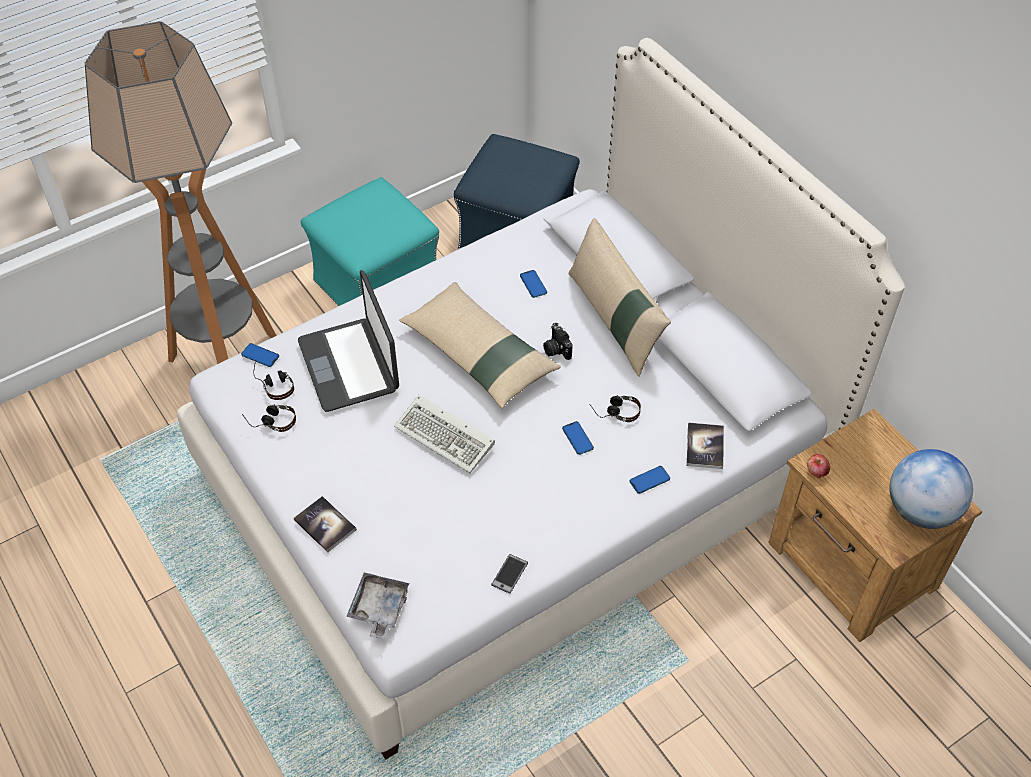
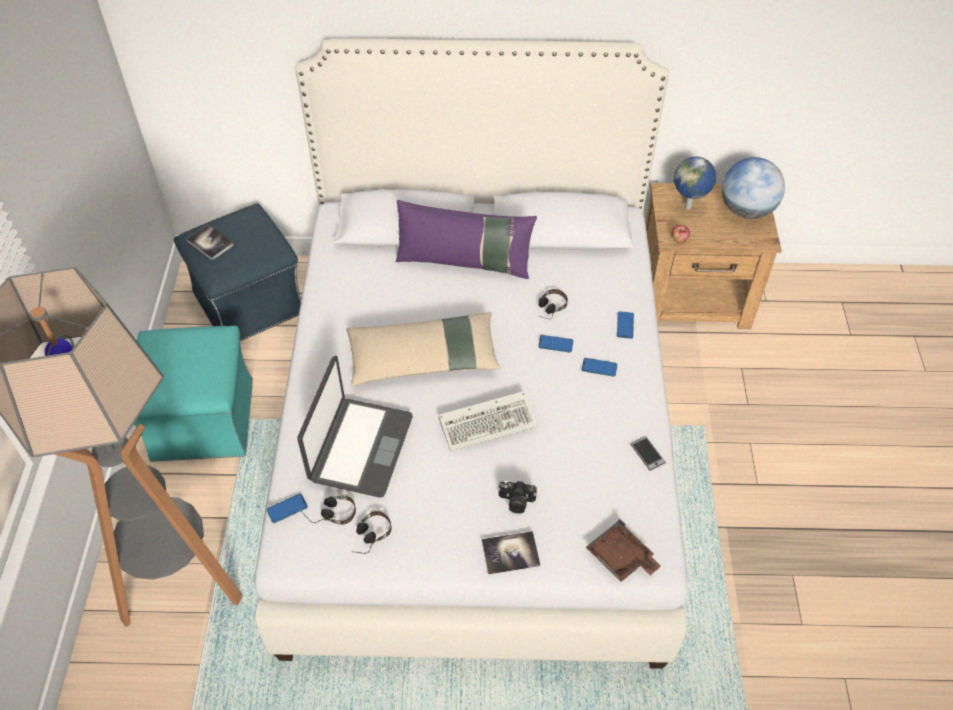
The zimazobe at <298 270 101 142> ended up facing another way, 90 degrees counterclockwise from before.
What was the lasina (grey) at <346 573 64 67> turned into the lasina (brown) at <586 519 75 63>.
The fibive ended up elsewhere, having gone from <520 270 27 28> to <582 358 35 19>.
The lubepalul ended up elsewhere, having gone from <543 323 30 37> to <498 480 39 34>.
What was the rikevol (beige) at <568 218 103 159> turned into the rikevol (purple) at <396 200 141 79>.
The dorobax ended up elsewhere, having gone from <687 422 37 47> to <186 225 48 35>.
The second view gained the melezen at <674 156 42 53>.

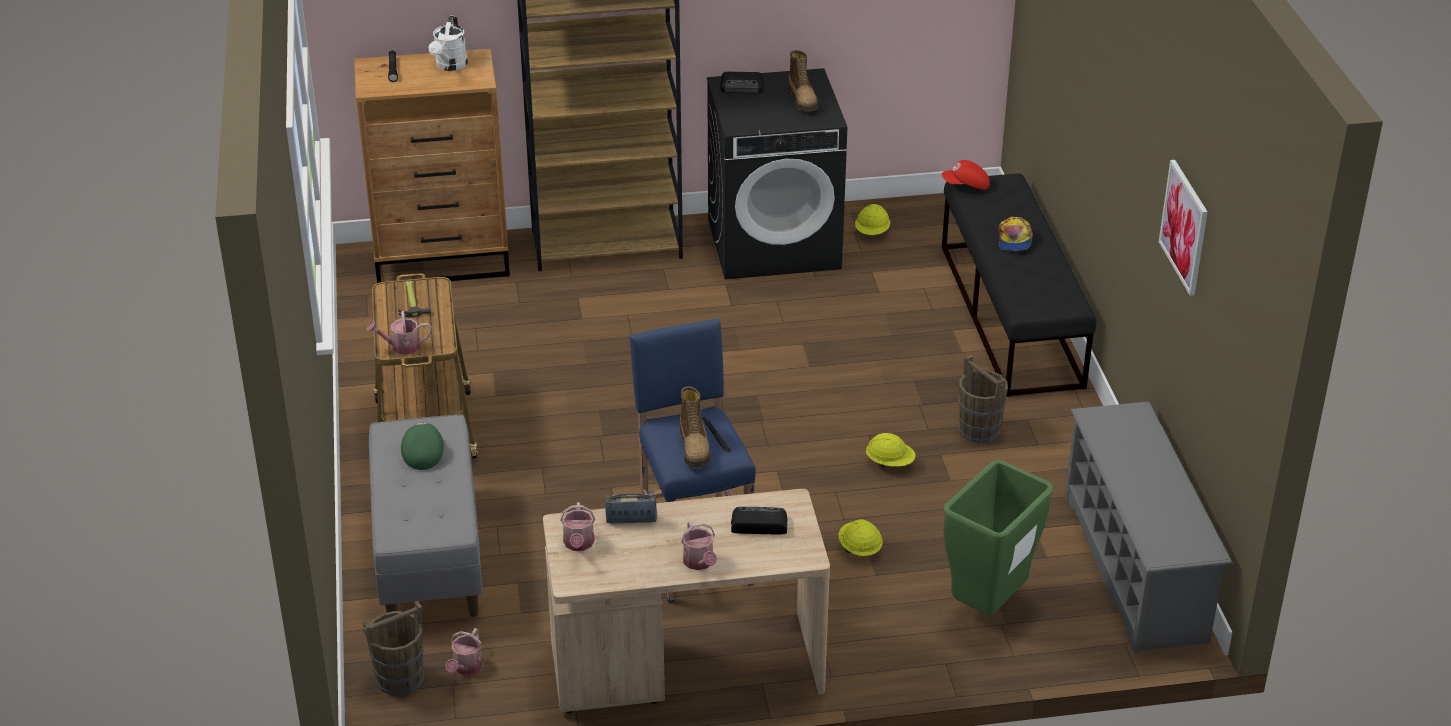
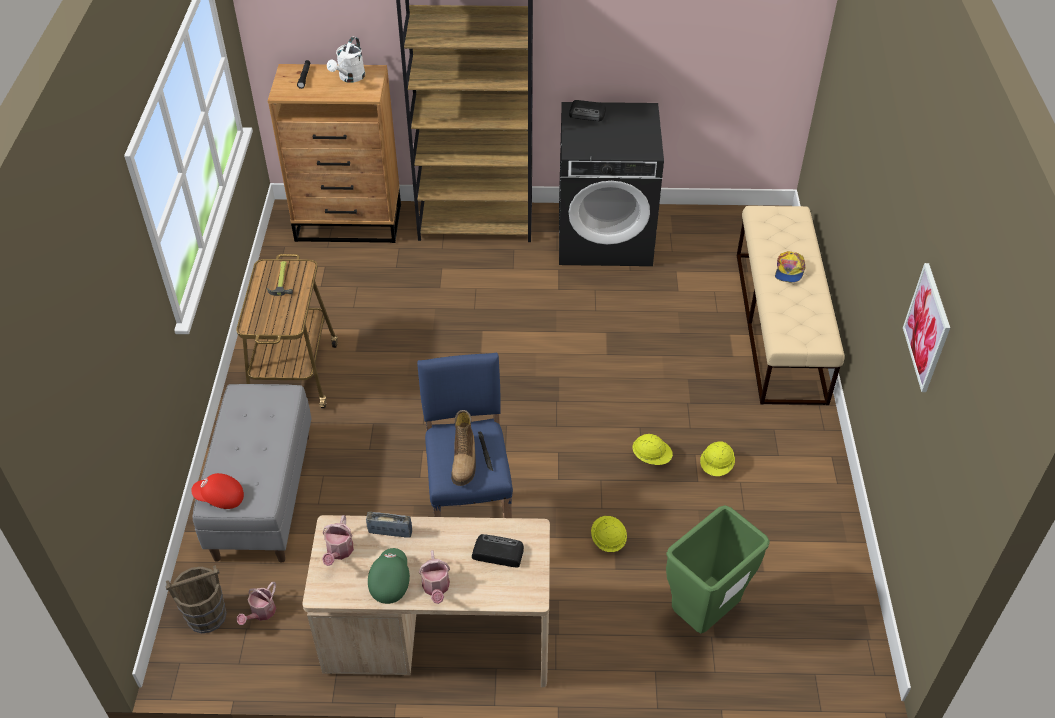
The second view lost the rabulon at <366 311 66 44>.
The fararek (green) ended up elsewhere, having gone from <401 423 43 47> to <368 548 42 56>.
The second view lost the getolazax at <788 50 30 61>.
The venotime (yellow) ended up elsewhere, having gone from <855 204 35 31> to <700 441 35 35>.
The fararek (red) ended up elsewhere, having gone from <942 160 47 29> to <191 473 53 36>.
What was the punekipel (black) at <942 174 155 223> turned into the punekipel (beige) at <737 206 108 199>.
The second view lost the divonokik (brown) at <959 355 49 88>.
The second view lost the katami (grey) at <1065 402 167 252>.

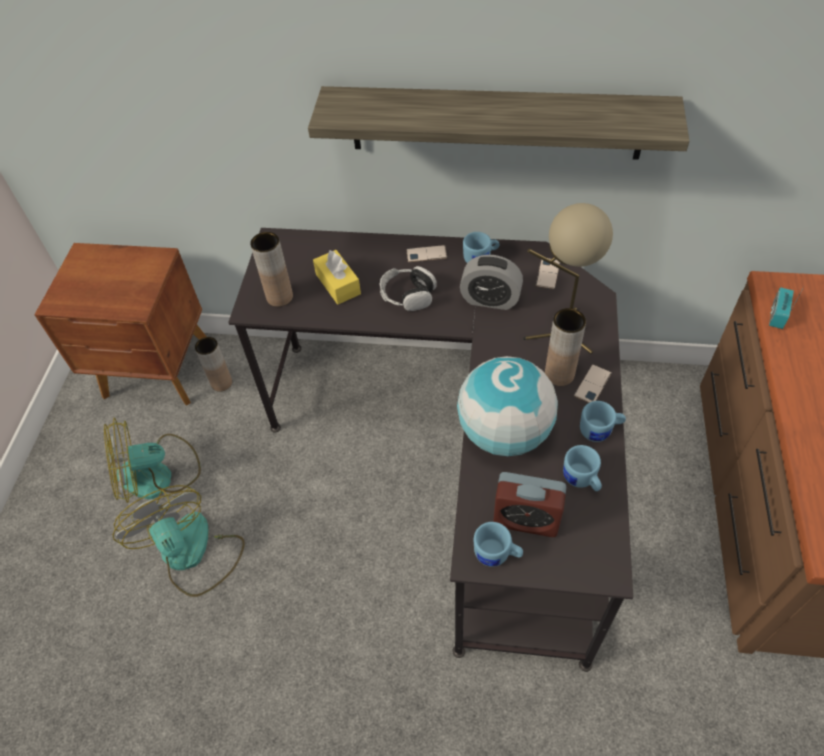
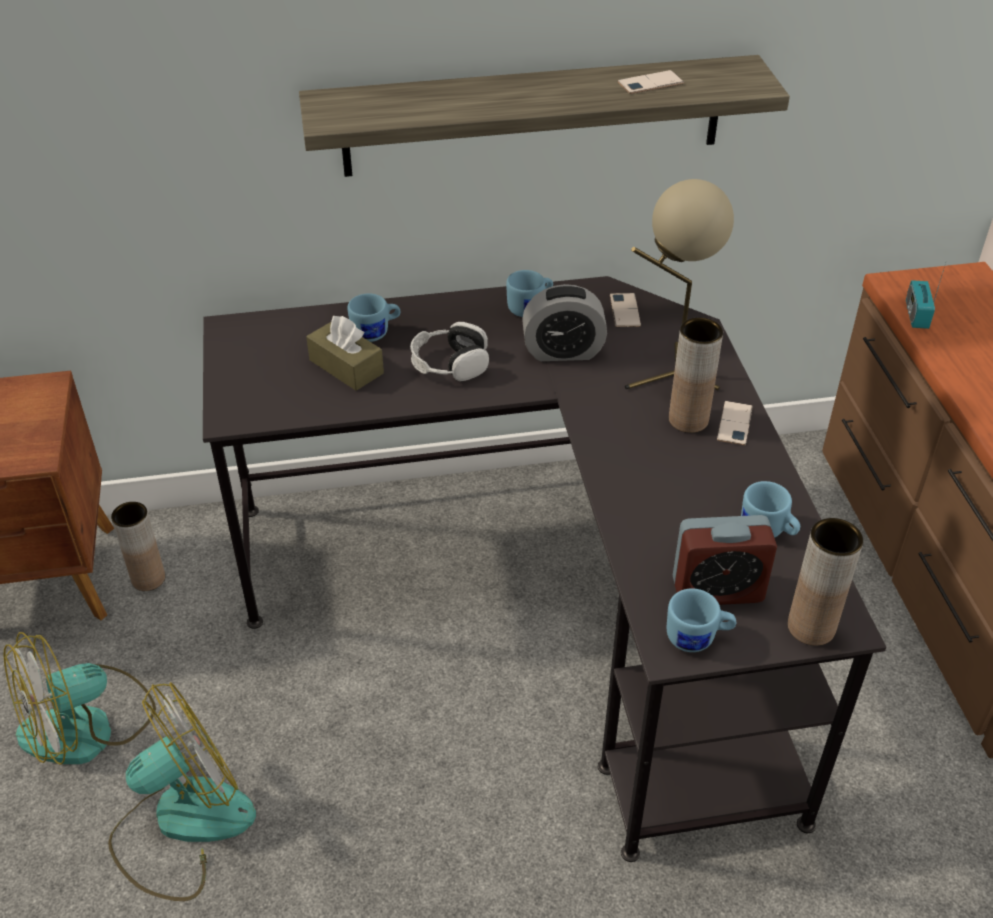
The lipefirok at <113 485 132 112> ended up facing another way, 105 degrees clockwise from before.
The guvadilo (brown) ended up elsewhere, having gone from <250 232 43 75> to <788 518 75 128>.
What was the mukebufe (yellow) at <313 249 48 55> turned into the mukebufe (brown) at <306 316 78 75>.
The fibive ended up elsewhere, having gone from <407 245 40 17> to <617 70 67 24>.
The second view lost the melezen at <457 356 101 100>.
The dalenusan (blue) ended up elsewhere, having gone from <580 401 46 41> to <348 293 52 49>.

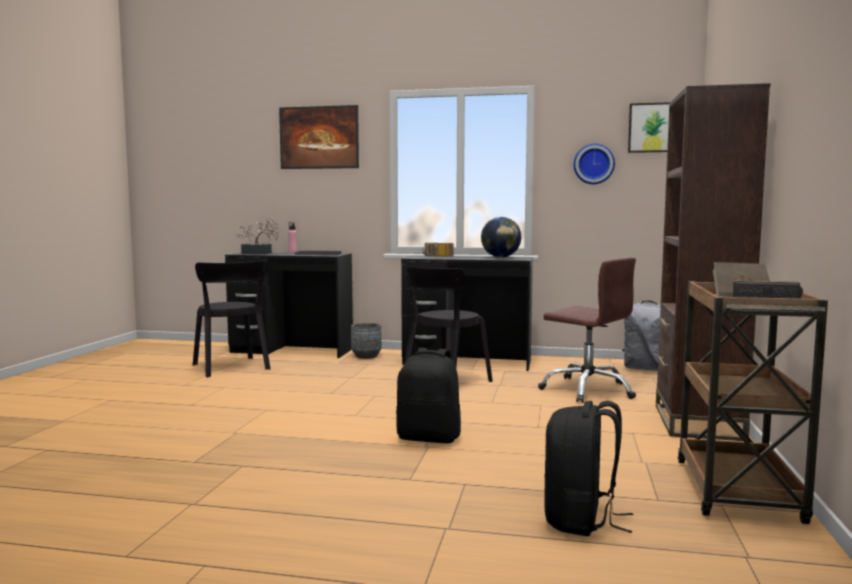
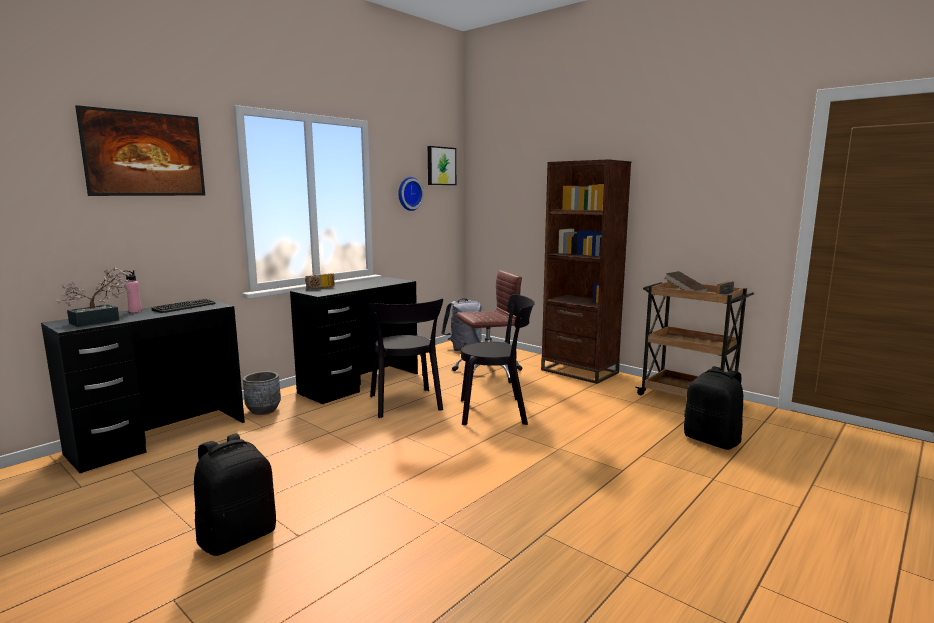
The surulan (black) ended up elsewhere, having gone from <193 260 77 118> to <461 294 74 131>.
The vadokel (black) ended up elsewhere, having gone from <396 348 65 96> to <194 433 82 123>.
The second view lost the melezen at <481 217 40 41>.

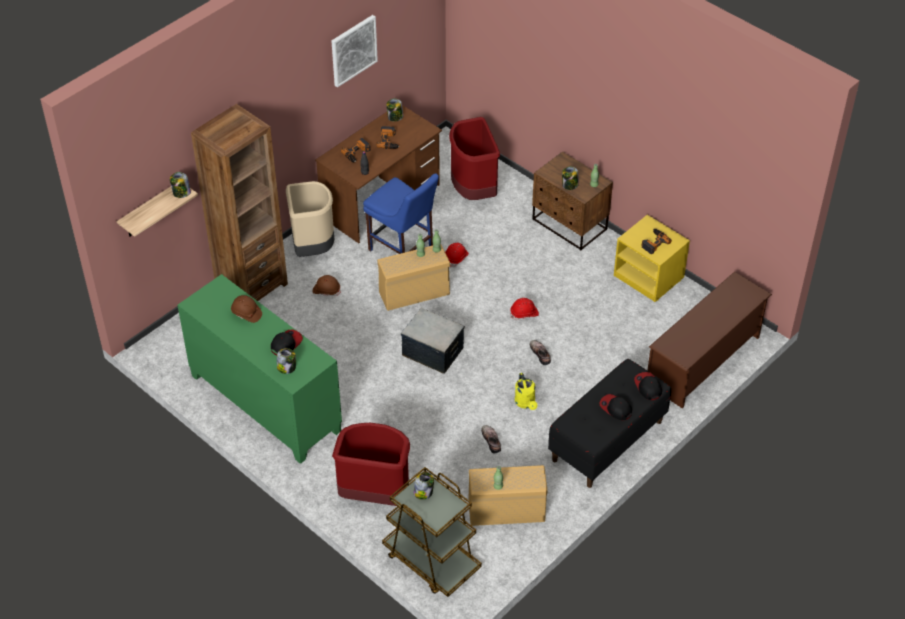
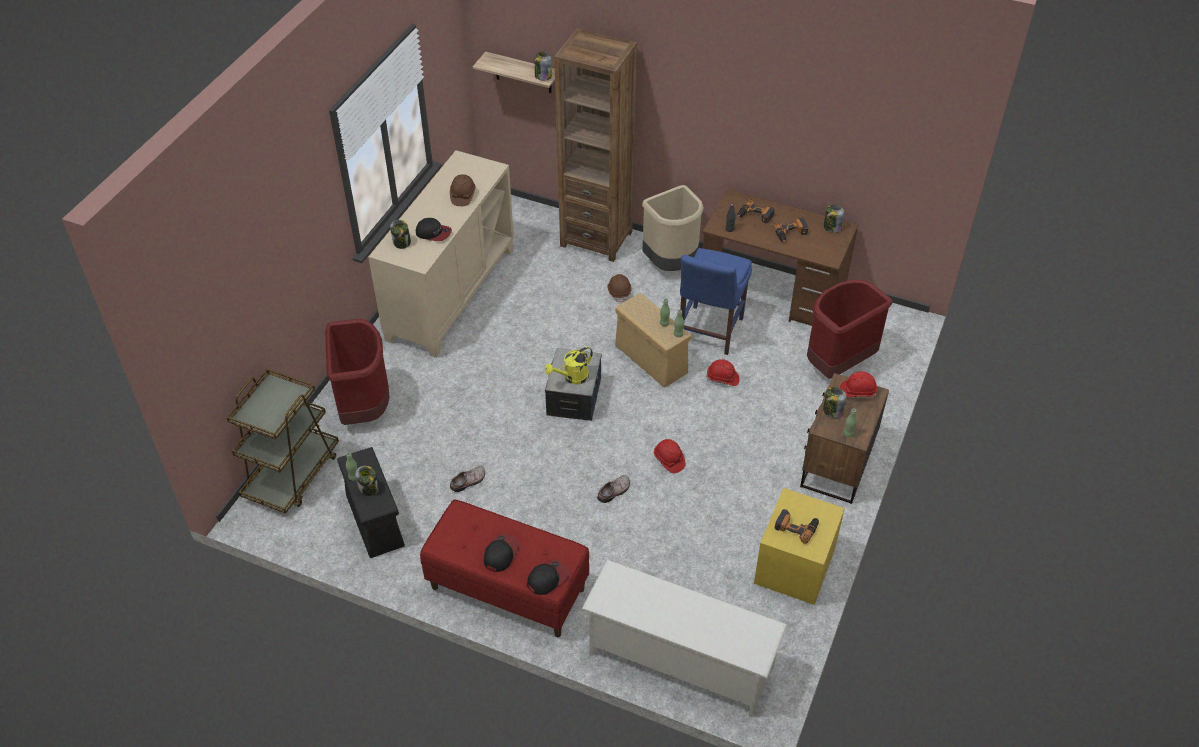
What was the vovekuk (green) at <177 274 165 190> turned into the vovekuk (beige) at <368 150 146 208>.
The second view lost the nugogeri at <332 15 46 72>.
The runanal ended up elsewhere, having gone from <414 472 20 28> to <355 466 24 30>.
What was the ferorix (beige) at <469 465 79 61> turned into the ferorix (black) at <337 447 68 111>.
The rabulon (yellow) ended up elsewhere, having gone from <515 373 22 37> to <545 347 48 38>.
What was the punekipel (black) at <548 359 123 129> turned into the punekipel (red) at <420 499 169 138>.
What was the katami (brown) at <647 271 125 138> turned into the katami (white) at <582 560 205 157>.
The second view gained the venotime (red) at <840 371 37 27>.

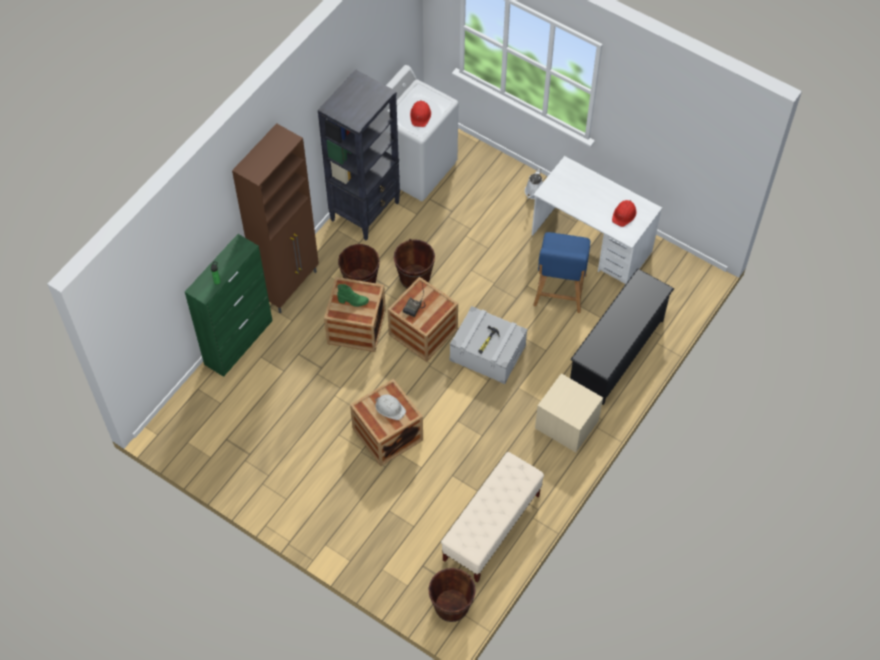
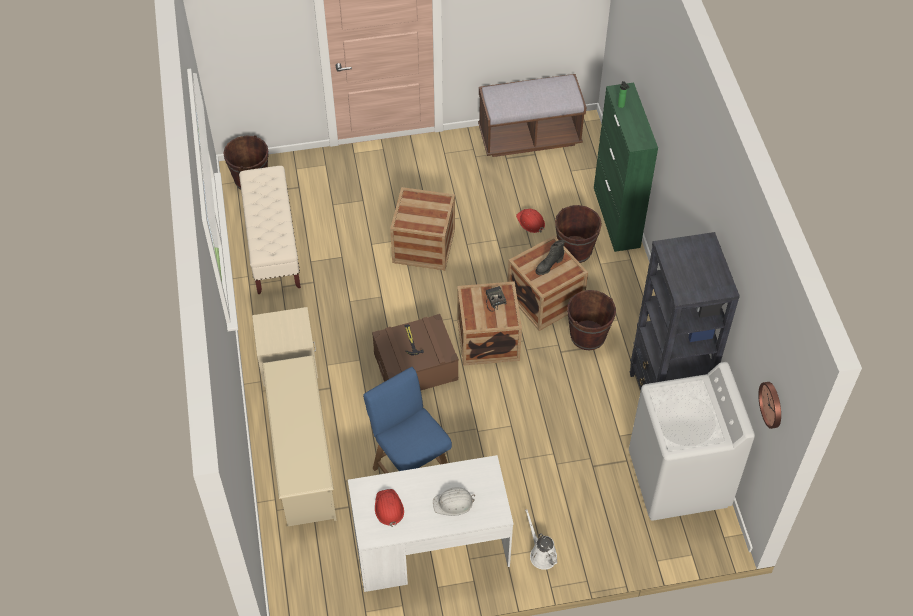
The second view lost the vovekuk (brown) at <232 123 87 191>.
What was the getolazax (green) at <337 284 32 23> turned into the getolazax (black) at <535 240 30 35>.
The venotime (white) ended up elsewhere, having gone from <375 395 31 25> to <433 487 42 29>.
The divonokik (brown) ended up elsewhere, having gone from <394 239 41 50> to <555 205 47 58>.
The venotime (red) ended up elsewhere, having gone from <410 100 21 27> to <516 209 29 24>.
What was the ferorix (grey) at <449 306 78 78> turned into the ferorix (brown) at <372 314 87 76>.
What was the katami (black) at <570 268 104 137> turned into the katami (beige) at <262 355 75 171>.
The second view gained the punekipel (brown) at <478 74 108 83>.
The second view gained the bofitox at <758 382 23 47>.

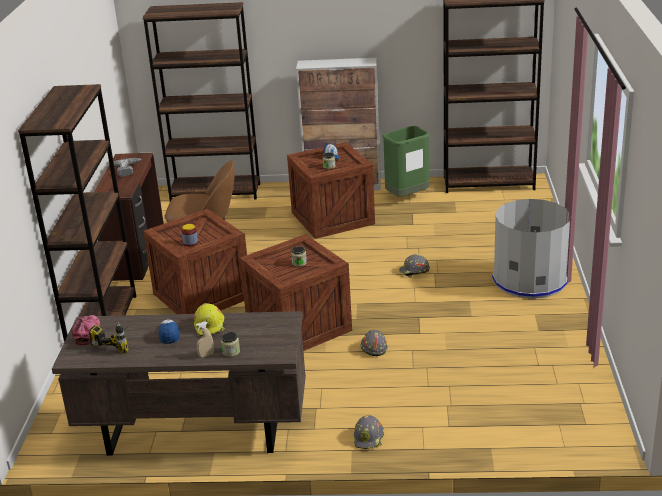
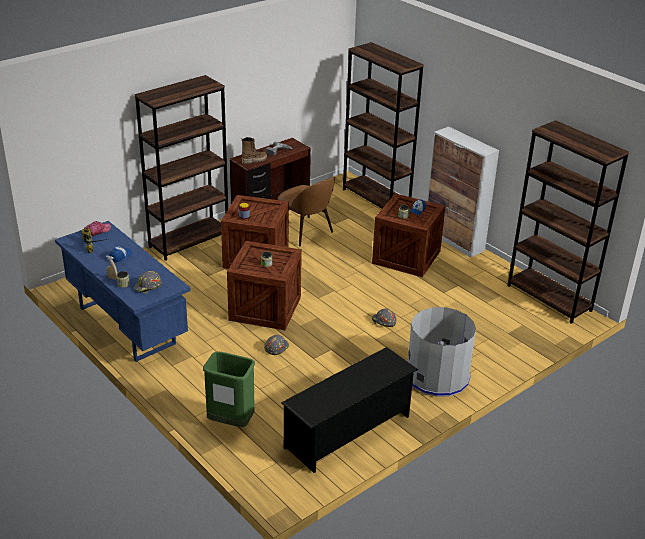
What was the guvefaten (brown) at <52 311 254 145> turned into the guvefaten (blue) at <55 221 136 141>.
The second view lost the venotime (yellow) at <194 303 31 33>.
The venotime (grey) ended up elsewhere, having gone from <354 415 30 34> to <134 271 28 23>.
The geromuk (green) ended up elsewhere, having gone from <382 126 48 71> to <203 352 52 75>.
The second view gained the getolazax at <242 137 25 27>.
The second view gained the katami (black) at <281 347 137 126>.

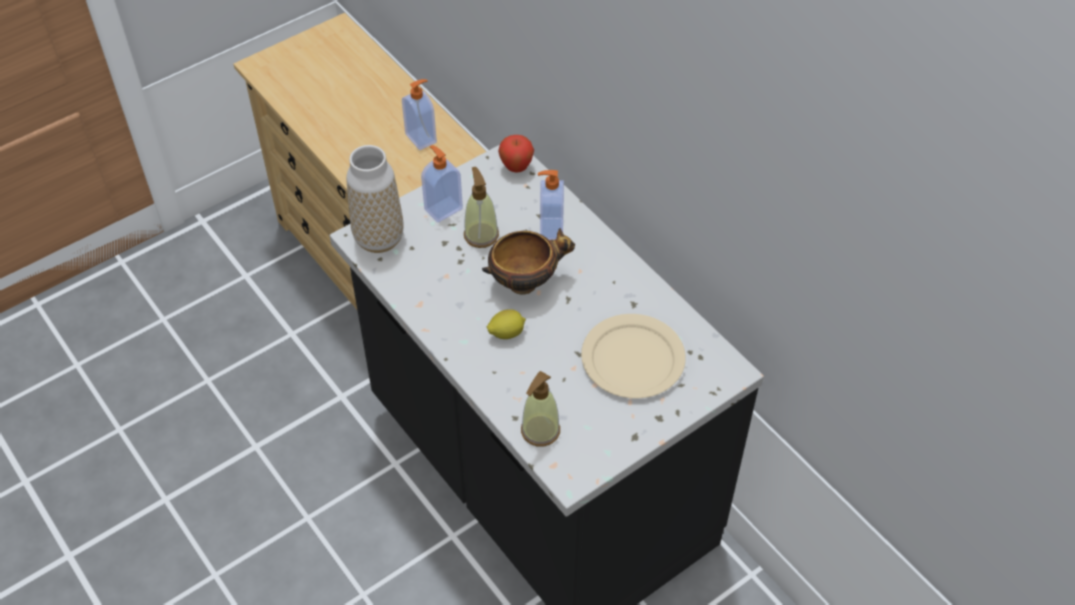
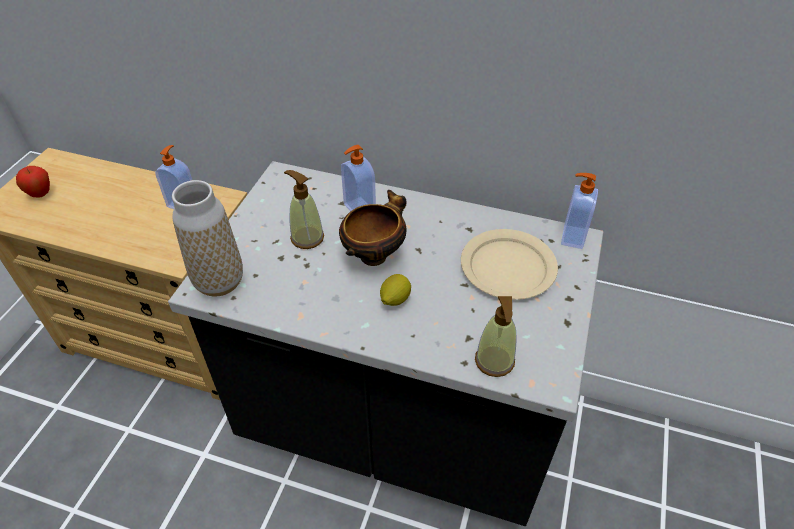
The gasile ended up elsewhere, having gone from <421 145 42 78> to <561 173 37 76>.
The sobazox ended up elsewhere, having gone from <498 135 36 38> to <16 166 34 31>.

